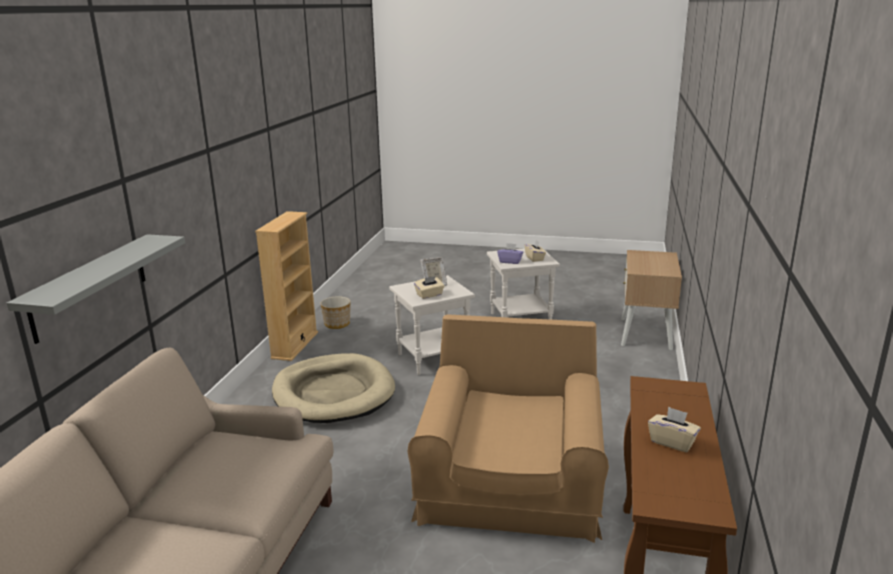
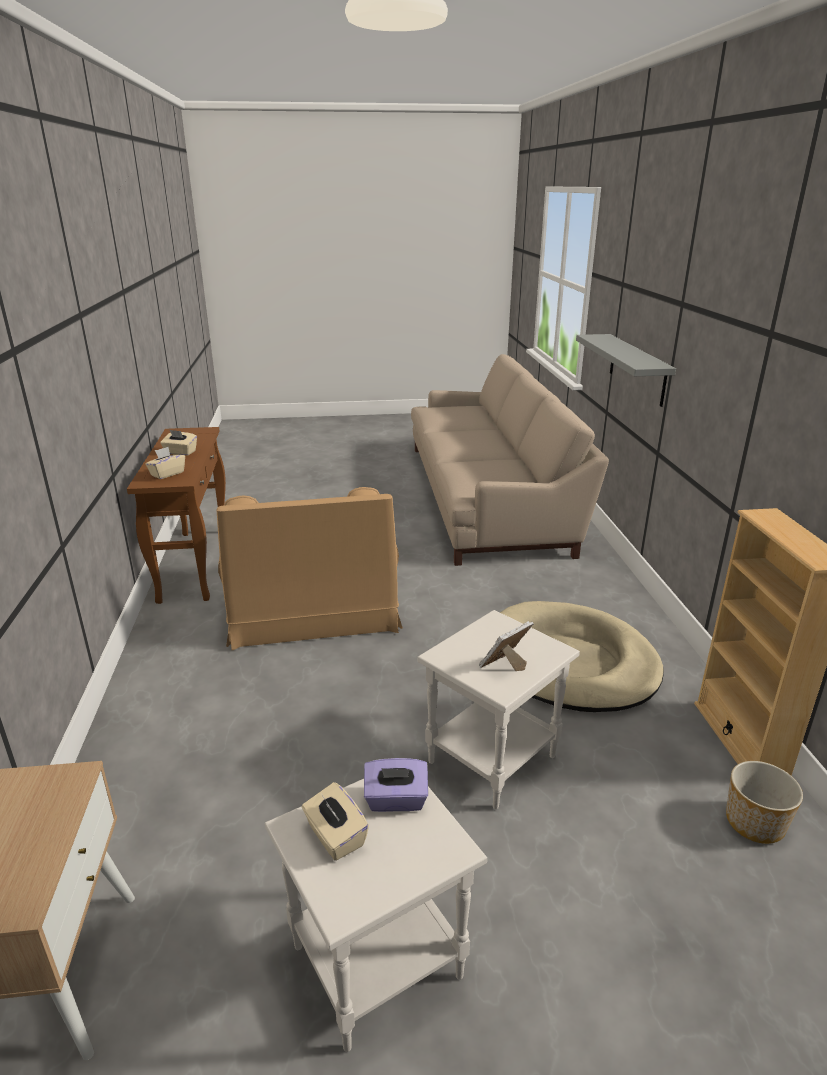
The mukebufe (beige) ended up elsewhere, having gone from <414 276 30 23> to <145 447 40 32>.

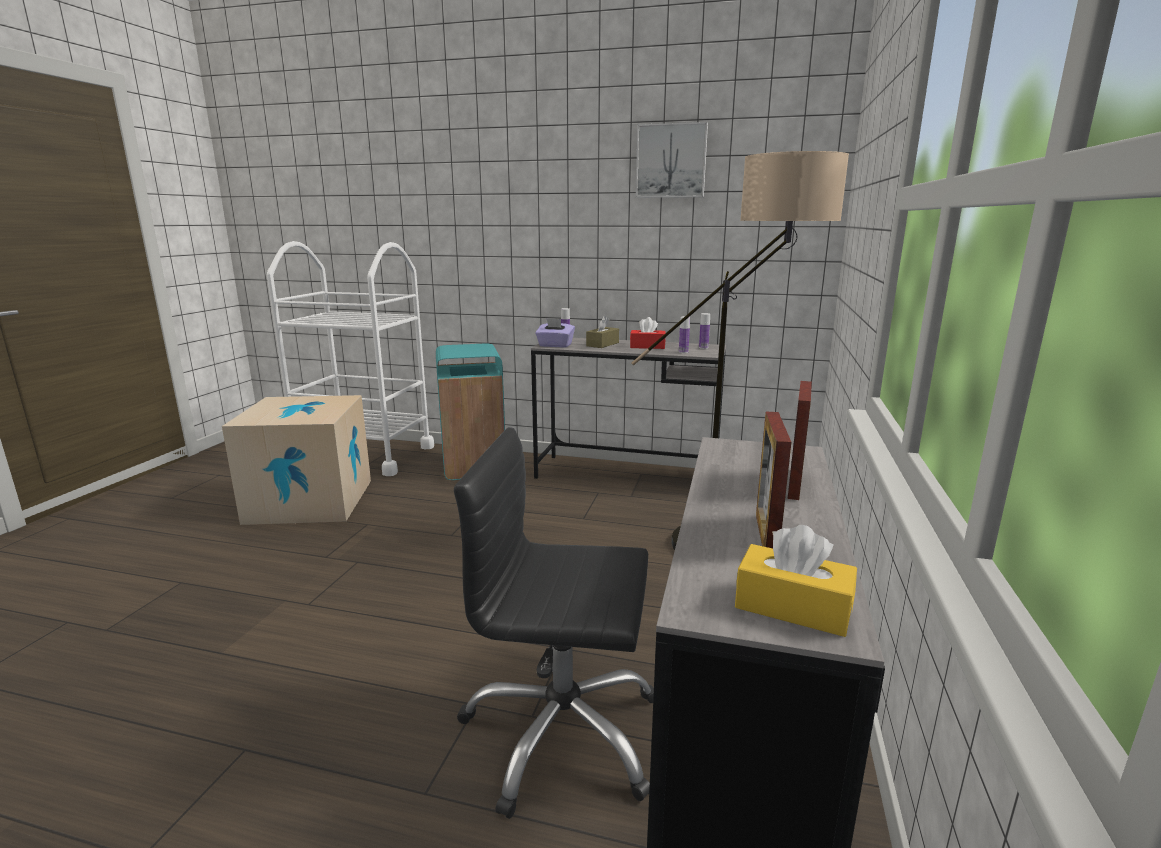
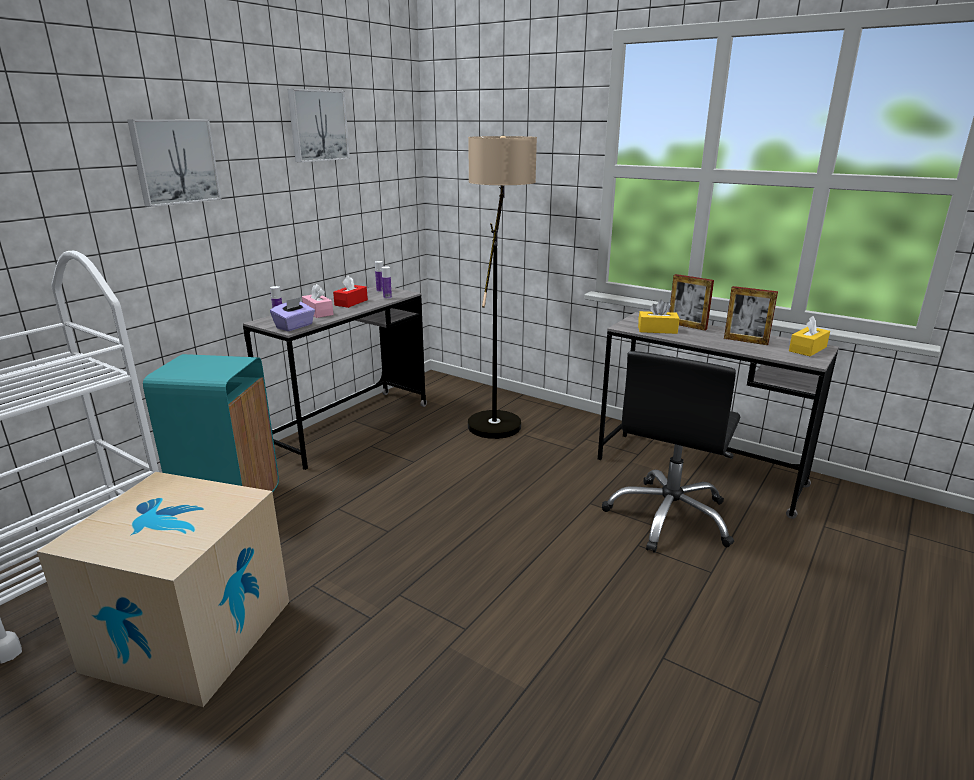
What was the mukebufe (brown) at <586 316 33 32> turned into the mukebufe (pink) at <302 284 32 34>.
The second view gained the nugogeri at <127 119 94 88>.
The second view gained the mukebufe (yellow) at <638 300 42 34>.

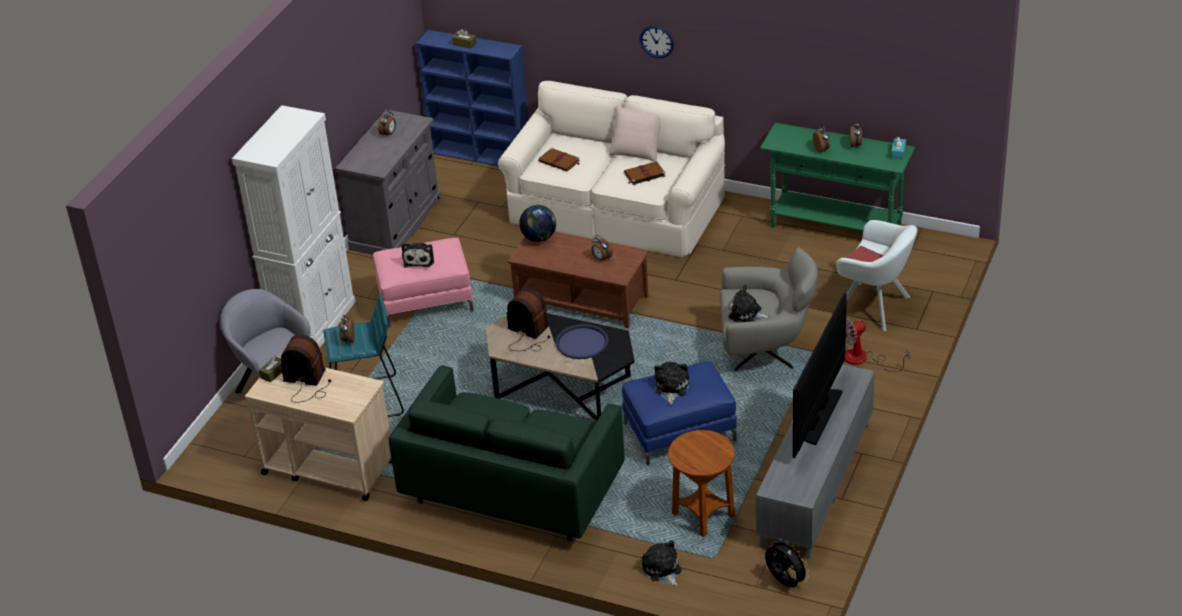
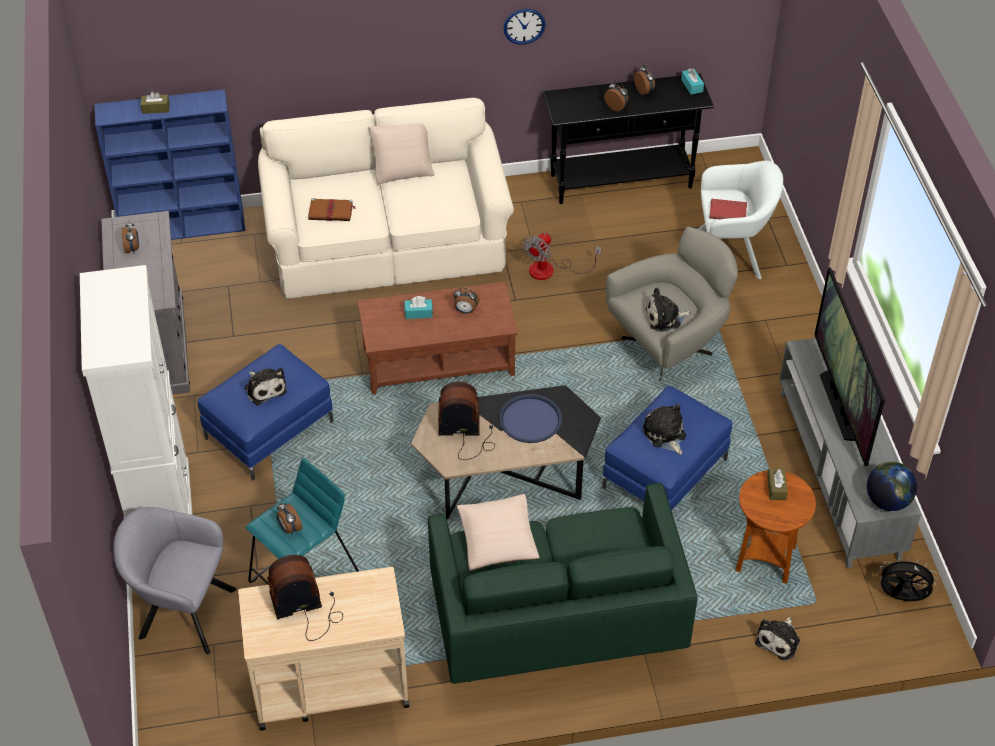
The mukebufe (brown) ended up elsewhere, having gone from <259 356 23 27> to <767 468 21 32>.
What was the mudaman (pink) at <373 238 101 90> turned into the mudaman (blue) at <198 344 136 136>.
The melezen ended up elsewhere, having gone from <519 205 37 37> to <867 461 50 50>.
The second view lost the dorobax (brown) at <624 161 42 24>.
The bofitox ended up elsewhere, having gone from <640 26 34 32> to <503 9 42 36>.
The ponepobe at <642 540 39 47> ended up facing another way, 90 degrees counterclockwise from before.
What was the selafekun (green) at <760 123 155 108> turned into the selafekun (black) at <542 73 172 131>.
The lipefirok ended up elsewhere, having gone from <845 318 65 54> to <523 233 78 47>.
The second view gained the mukebufe (turquoise) at <404 296 29 23>.
The second view gained the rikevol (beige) at <456 494 83 77>.

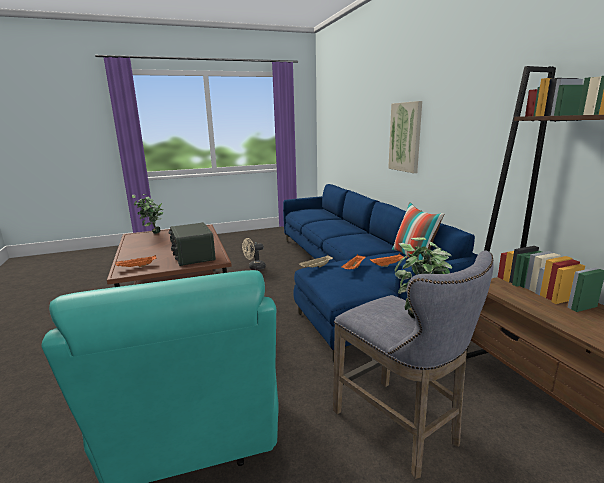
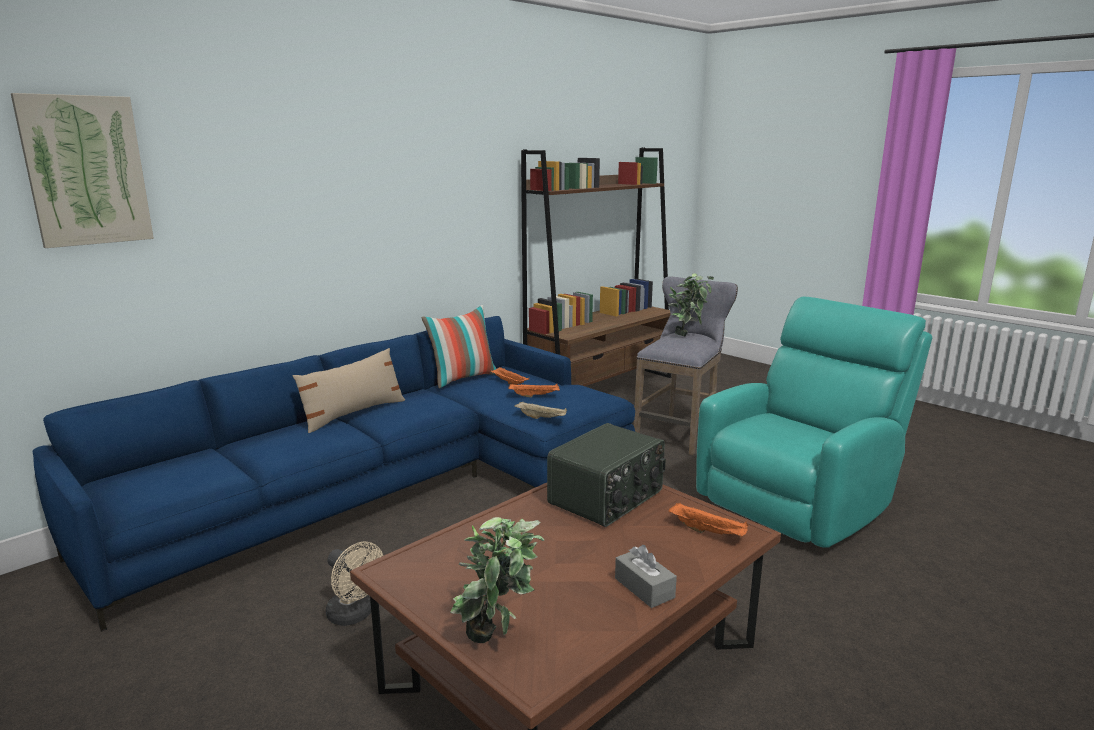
The nugogeri ended up elsewhere, having gone from <388 101 34 72> to <11 93 143 155>.
The second view gained the rikevol (beige) at <293 348 112 85>.
The second view gained the mukebufe (grey) at <615 545 62 63>.

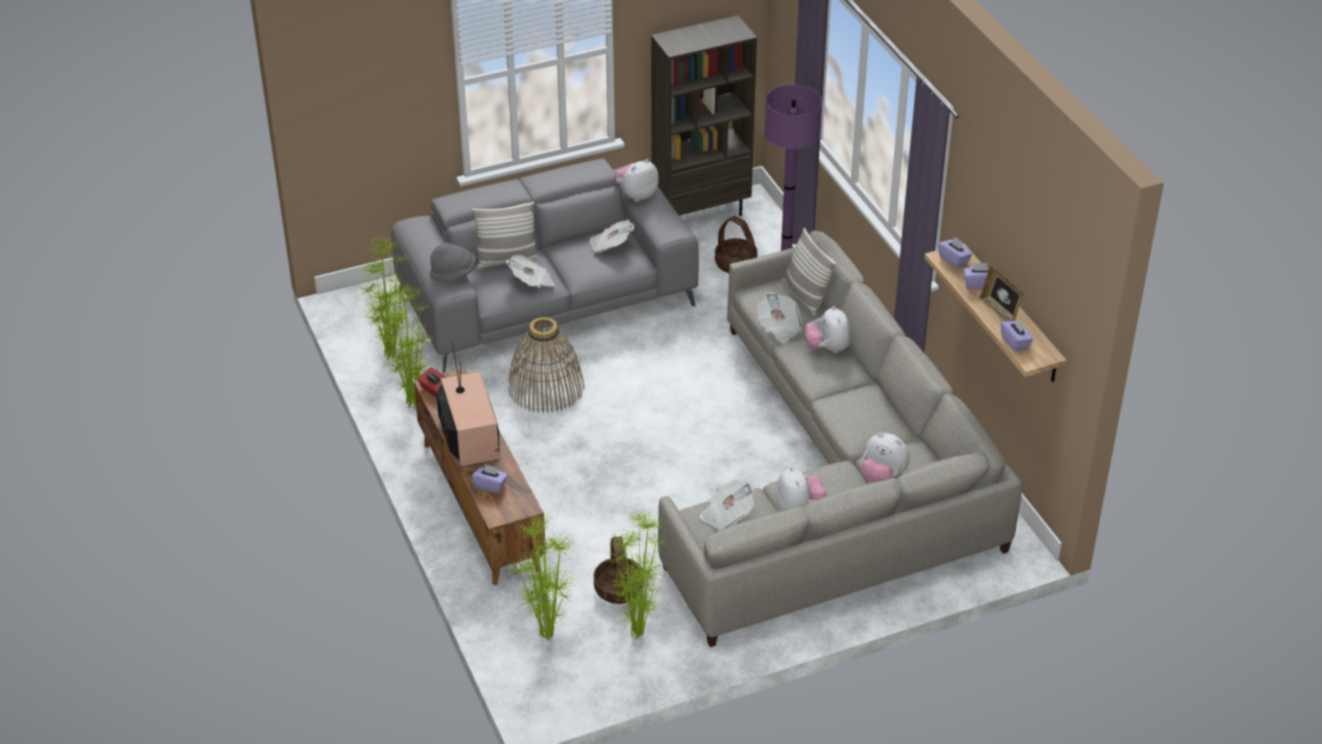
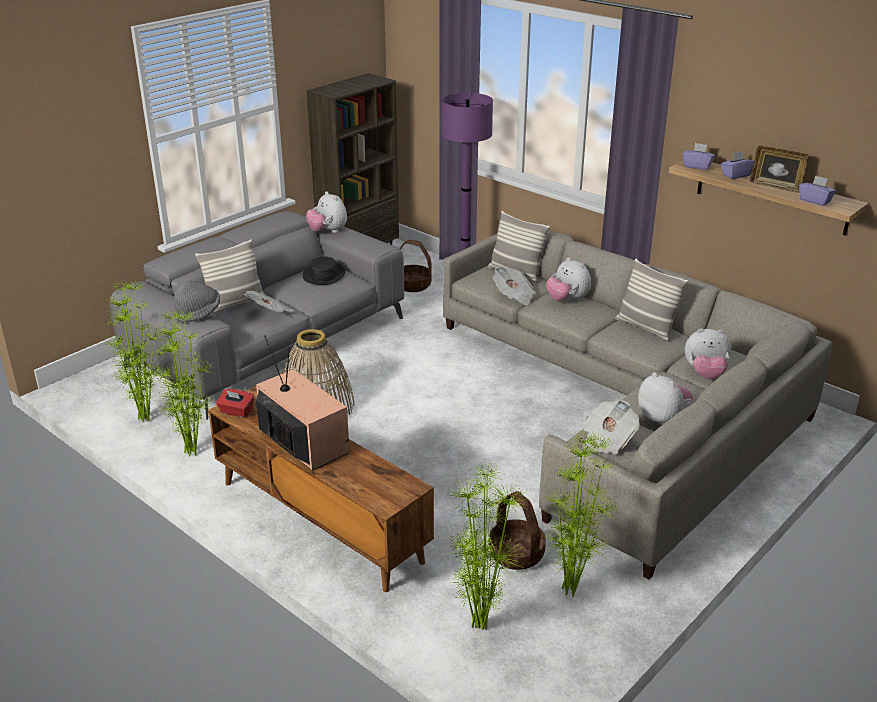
The second view lost the mukebufe (purple) at <472 464 36 29>.
Where the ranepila stood at <589 220 45 33>, the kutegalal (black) came to stand at <302 257 43 28>.
The ponepobe at <614 159 45 43> ended up facing another way, 60 degrees counterclockwise from before.
The second view gained the rikevol at <615 259 73 82>.

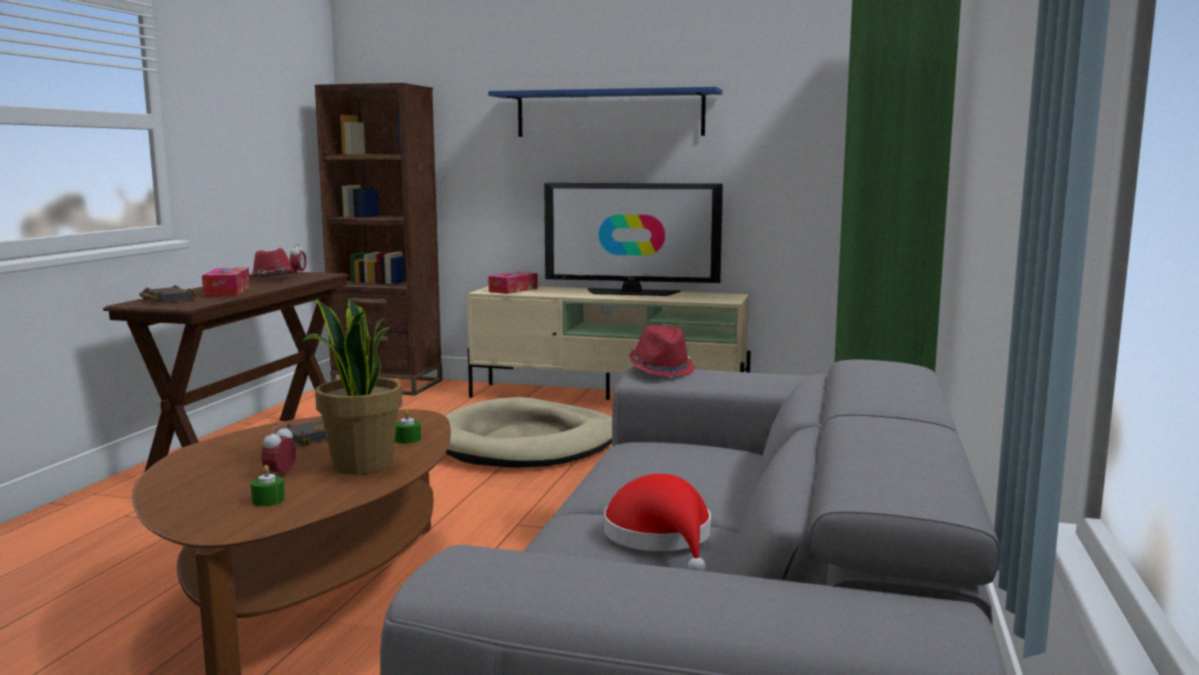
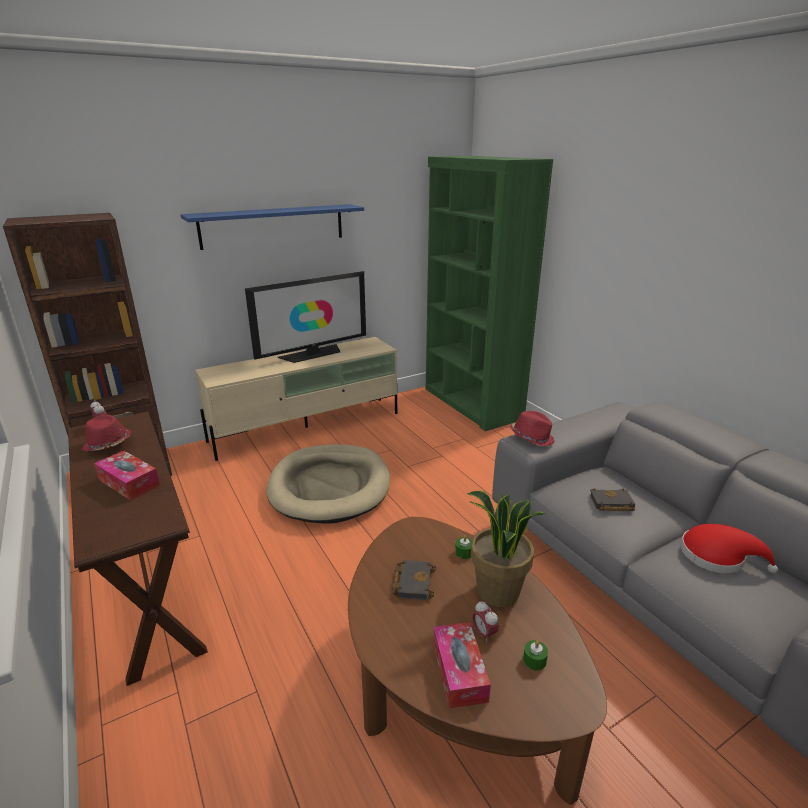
The dorobax (black) ended up elsewhere, having gone from <139 285 59 19> to <590 489 45 22>.
The mukebufe ended up elsewhere, having gone from <488 272 50 22> to <433 622 58 87>.

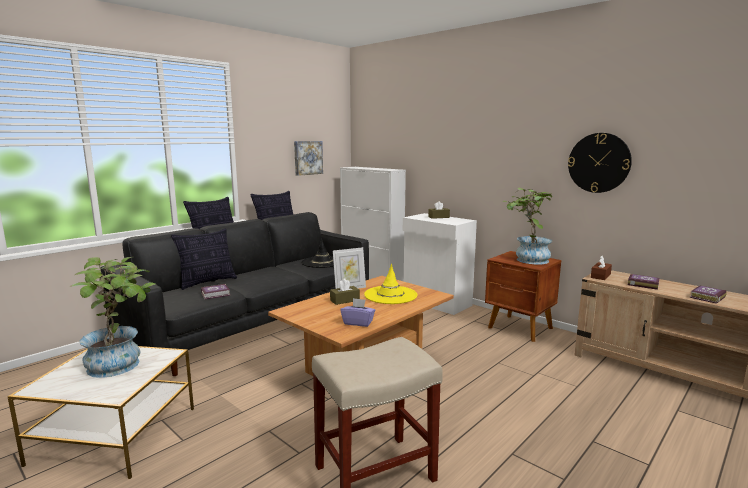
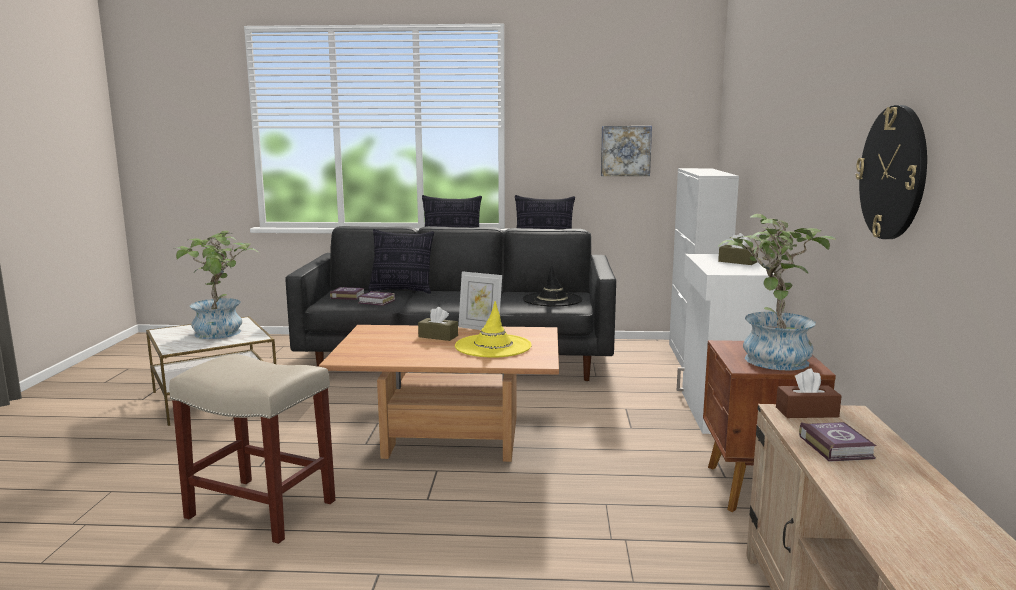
The second view lost the mukebufe (purple) at <340 298 35 29>.
The dorobax ended up elsewhere, having gone from <690 286 37 18> to <330 287 35 13>.

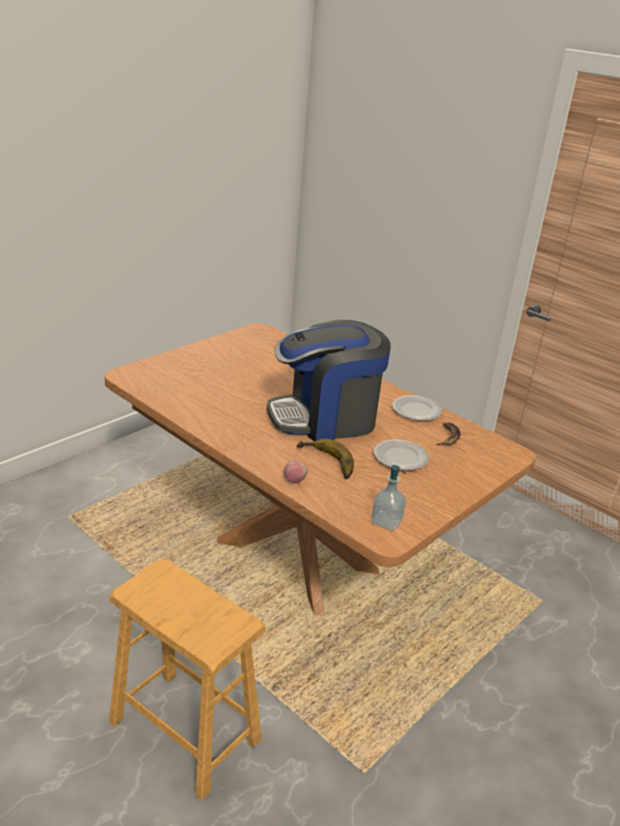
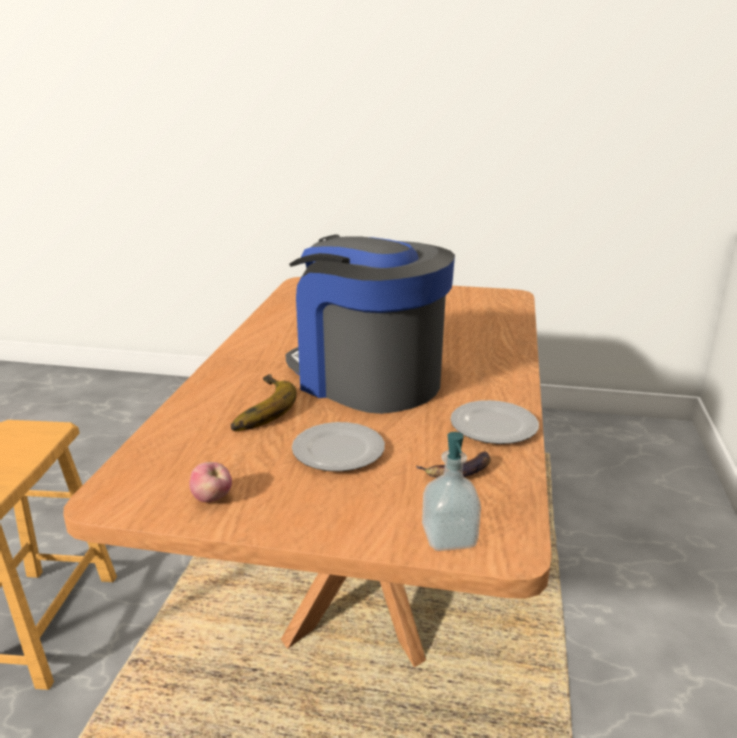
The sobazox ended up elsewhere, having gone from <284 460 24 23> to <189 462 43 40>.
The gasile ended up elsewhere, having gone from <371 465 35 66> to <422 432 59 119>.

